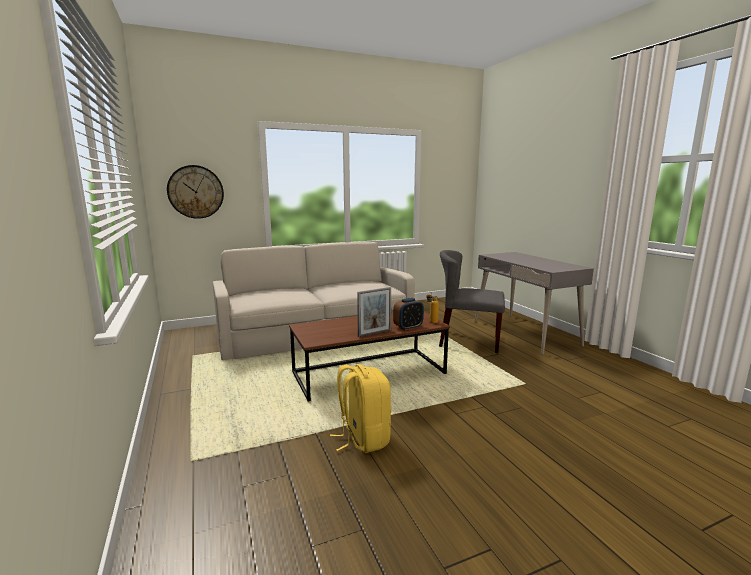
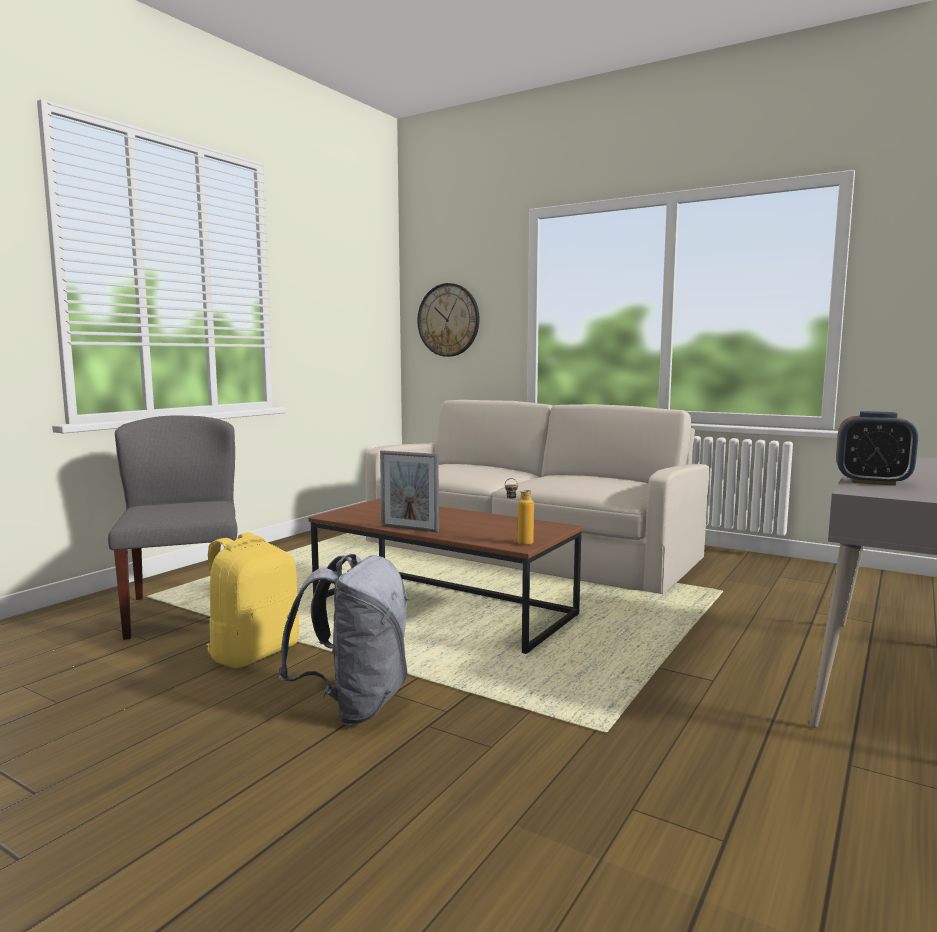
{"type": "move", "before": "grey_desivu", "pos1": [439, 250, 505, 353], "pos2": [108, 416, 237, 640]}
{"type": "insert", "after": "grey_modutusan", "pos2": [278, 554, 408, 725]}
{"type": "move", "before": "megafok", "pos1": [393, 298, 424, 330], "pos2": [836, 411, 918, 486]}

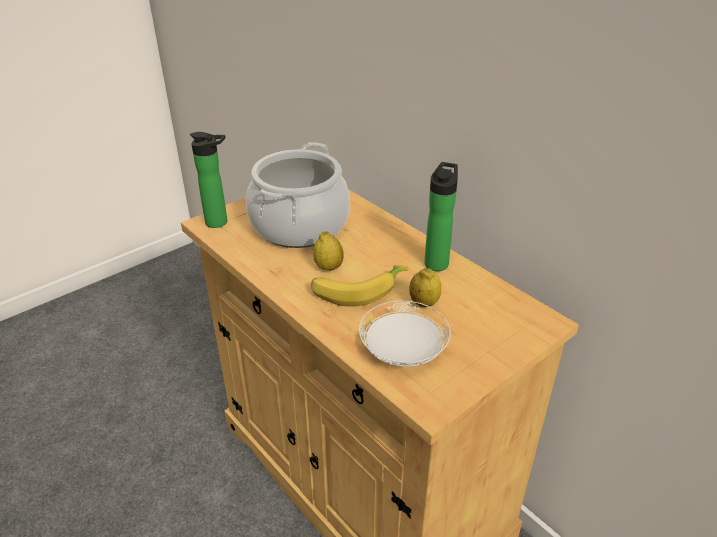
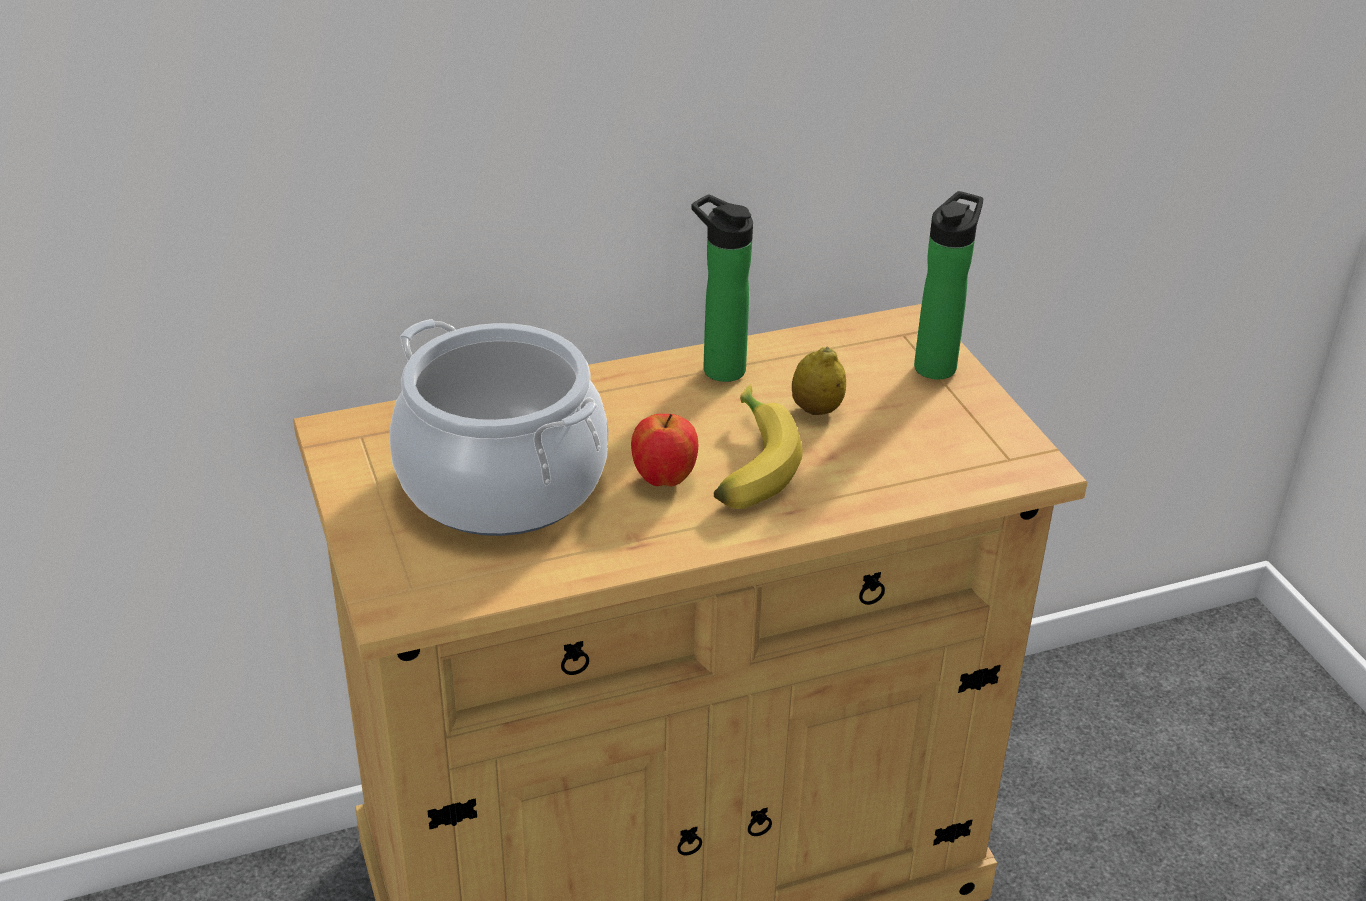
{"type": "replace", "before": "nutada", "after": "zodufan", "pos1": [313, 231, 344, 271], "pos2": [631, 414, 698, 486]}
{"type": "move", "before": "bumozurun", "pos1": [190, 132, 227, 228], "pos2": [914, 191, 984, 379]}
{"type": "delete", "before": "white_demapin", "pos1": [359, 301, 451, 366]}

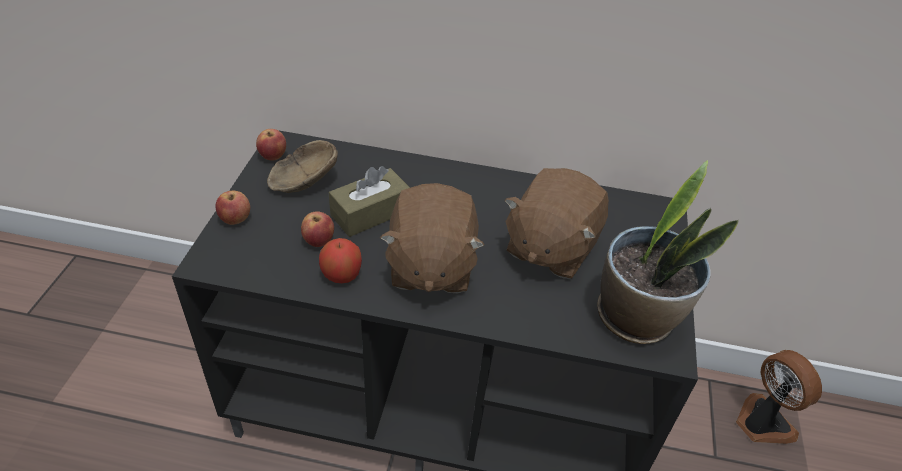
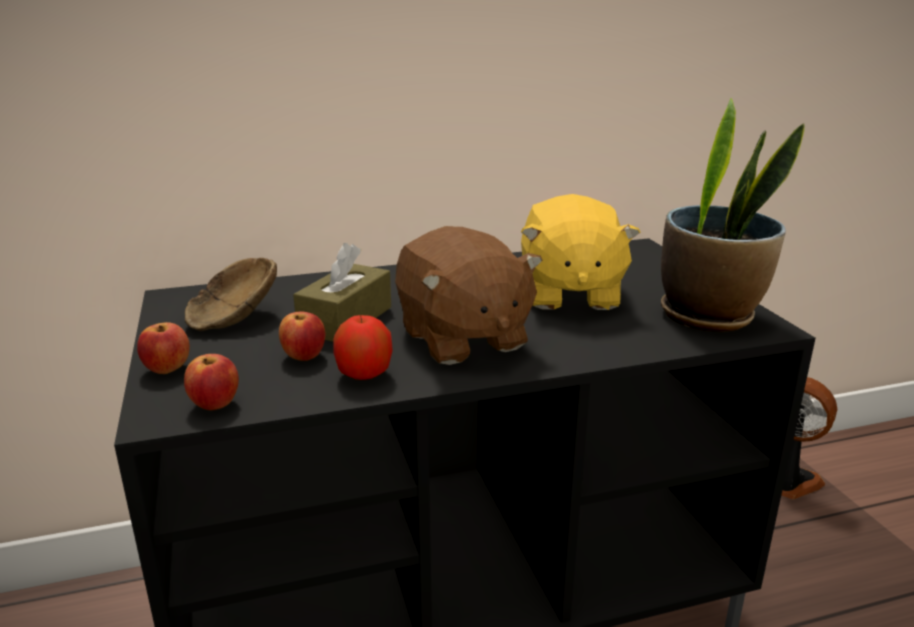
{"type": "move", "before": "zodufan", "pos1": [256, 129, 286, 160], "pos2": [184, 354, 239, 410]}
{"type": "recolor", "before": "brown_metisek", "after": "yellow_metisek", "pos1": [505, 168, 609, 279], "pos2": [521, 194, 641, 310]}

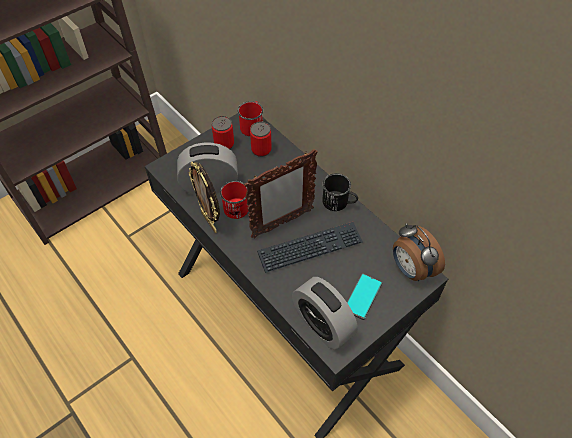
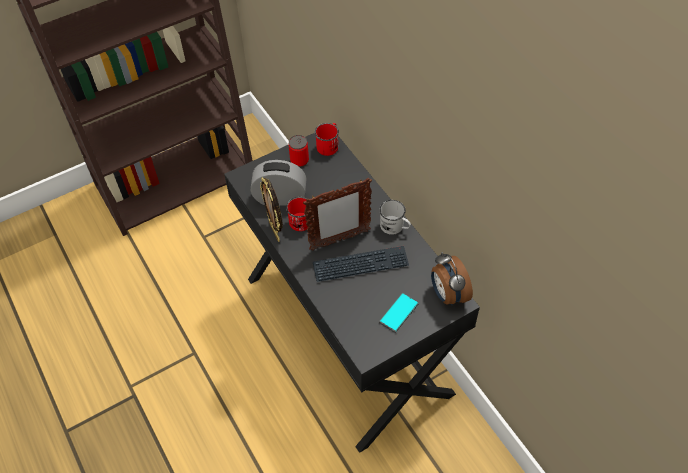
{"type": "recolor", "before": "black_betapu", "after": "white_betapu", "pos1": [322, 173, 358, 211], "pos2": [379, 200, 411, 235]}
{"type": "delete", "before": "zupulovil", "pos1": [250, 122, 272, 157]}
{"type": "delete", "before": "megafok", "pos1": [292, 277, 358, 349]}

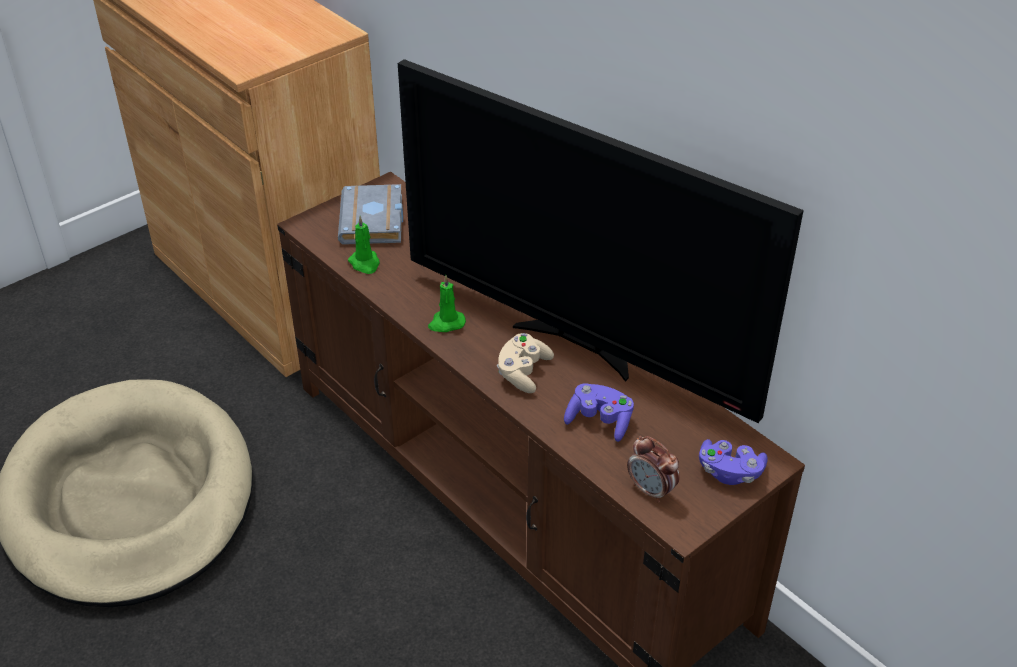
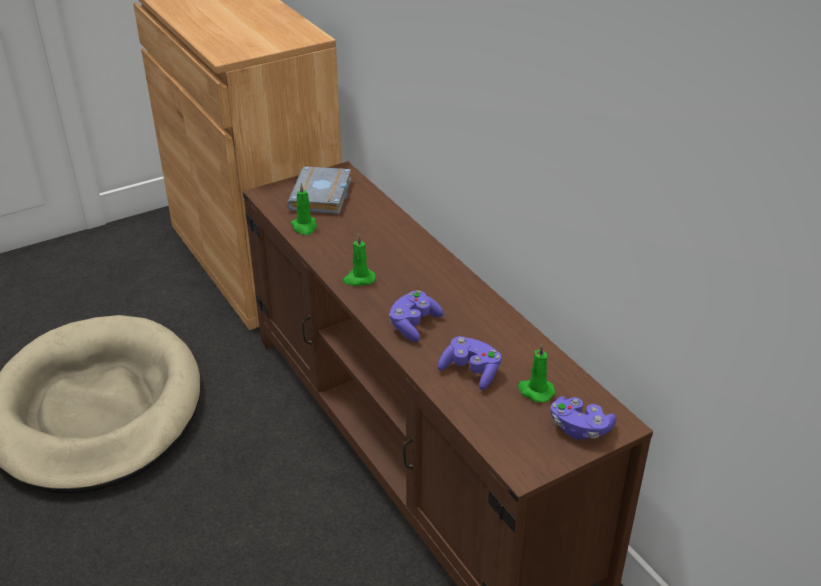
{"type": "recolor", "before": "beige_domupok", "after": "purple_domupok", "pos1": [497, 333, 554, 393], "pos2": [389, 290, 444, 342]}
{"type": "insert", "after": "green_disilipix", "pos2": [518, 343, 555, 402]}
{"type": "delete", "before": "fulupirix", "pos1": [398, 59, 804, 423]}
{"type": "delete", "before": "megafok", "pos1": [627, 436, 680, 503]}

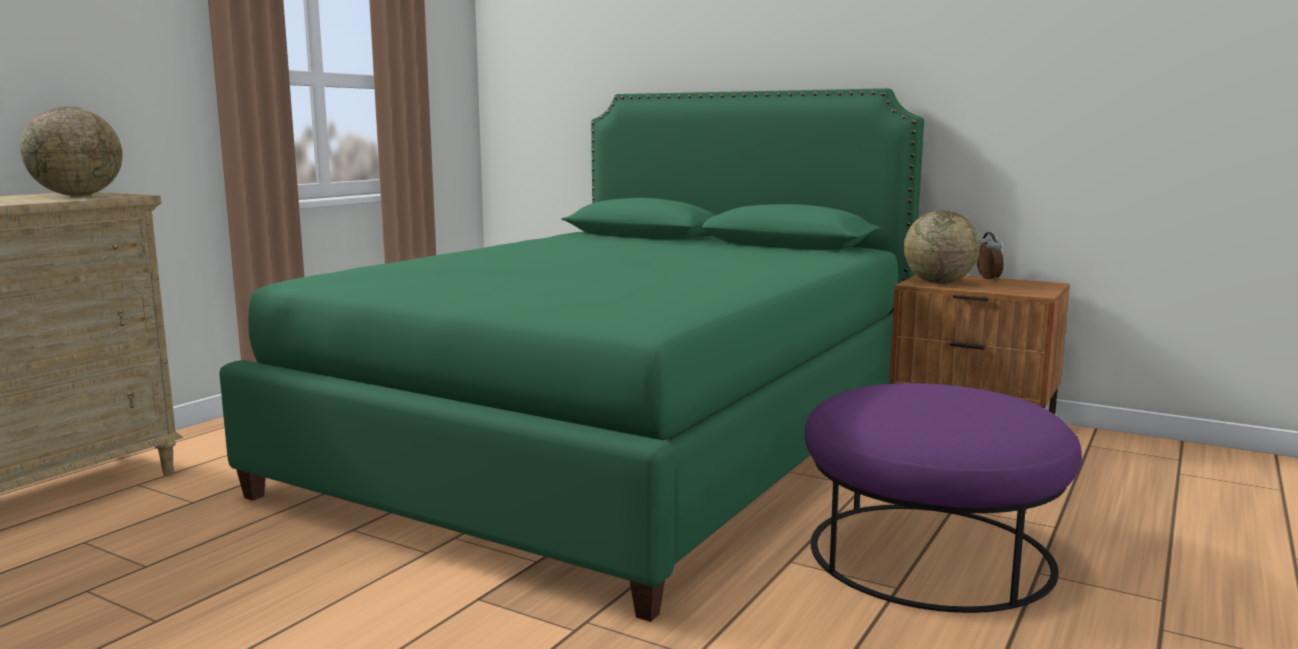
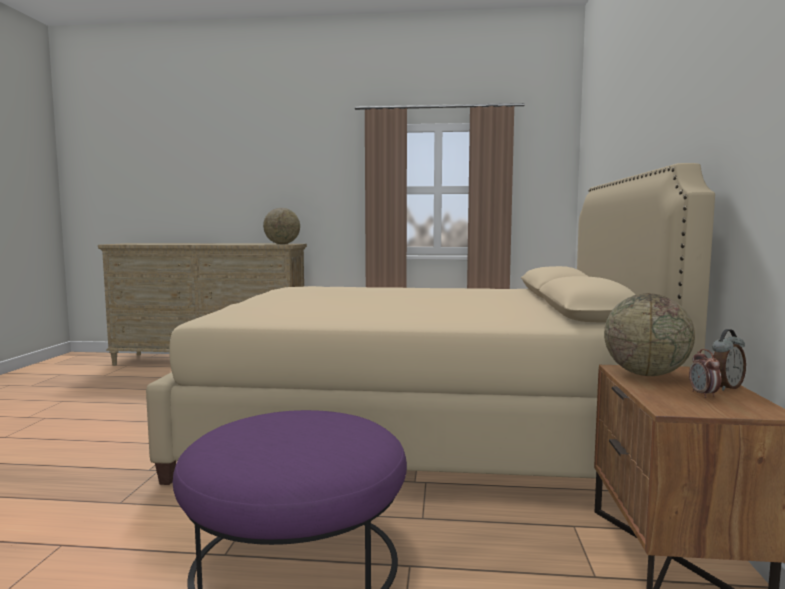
{"type": "recolor", "before": "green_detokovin", "after": "beige_detokovin", "pos1": [219, 88, 924, 622], "pos2": [146, 163, 715, 485]}
{"type": "insert", "after": "megafok", "pos2": [689, 349, 721, 398]}

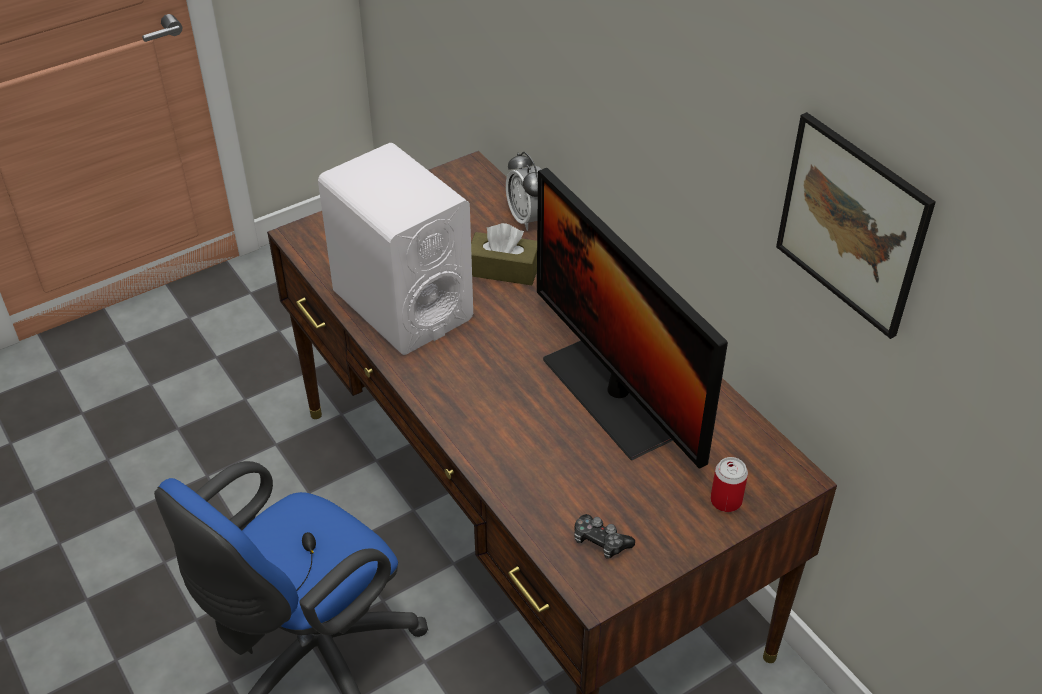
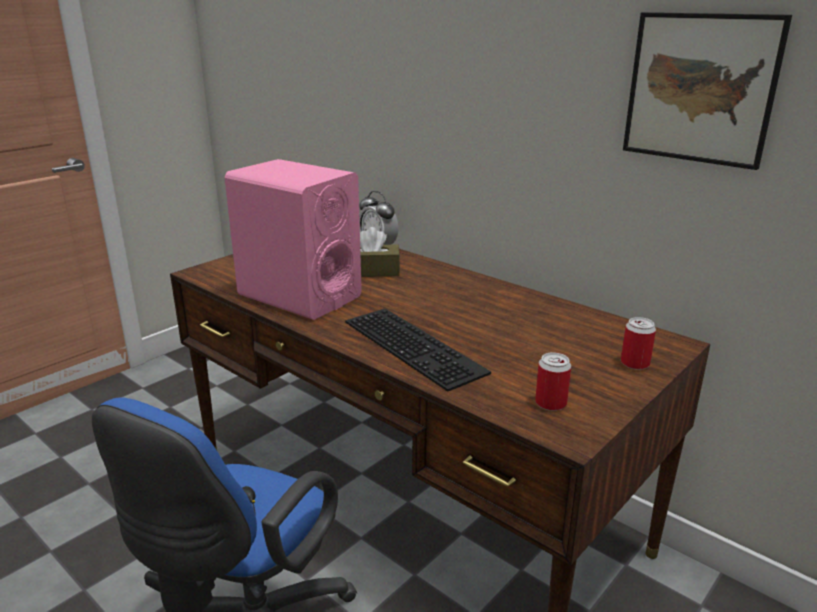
{"type": "recolor", "before": "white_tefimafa", "after": "pink_tefimafa", "pos1": [318, 143, 473, 355], "pos2": [225, 159, 362, 320]}
{"type": "insert", "after": "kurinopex", "pos2": [345, 309, 491, 392]}
{"type": "replace", "before": "domupok", "after": "zupulovil", "pos1": [574, 514, 635, 559], "pos2": [535, 352, 571, 411]}
{"type": "delete", "before": "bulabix", "pos1": [537, 168, 728, 469]}

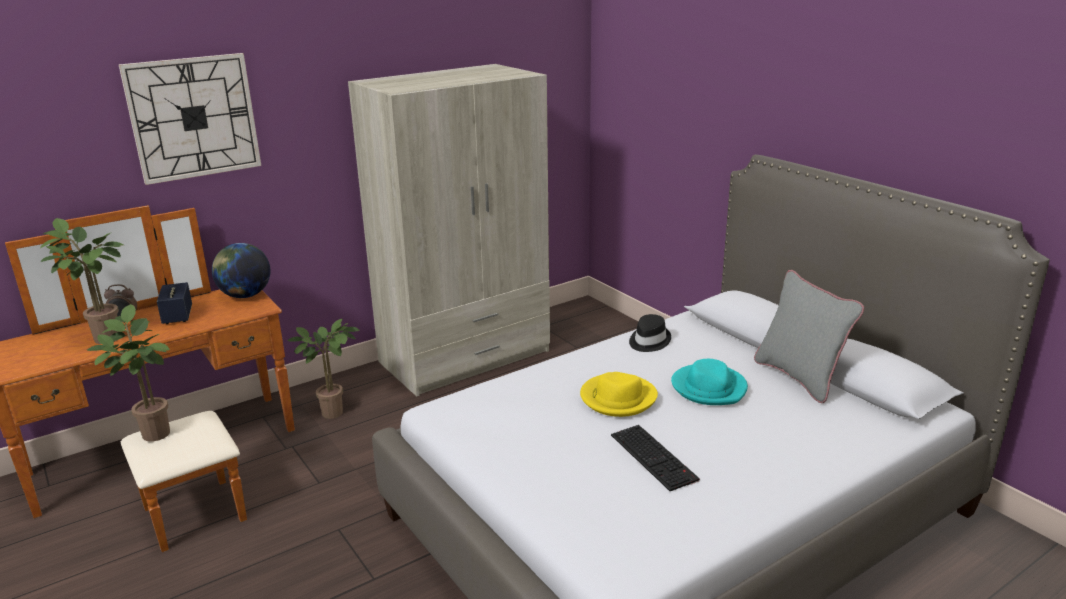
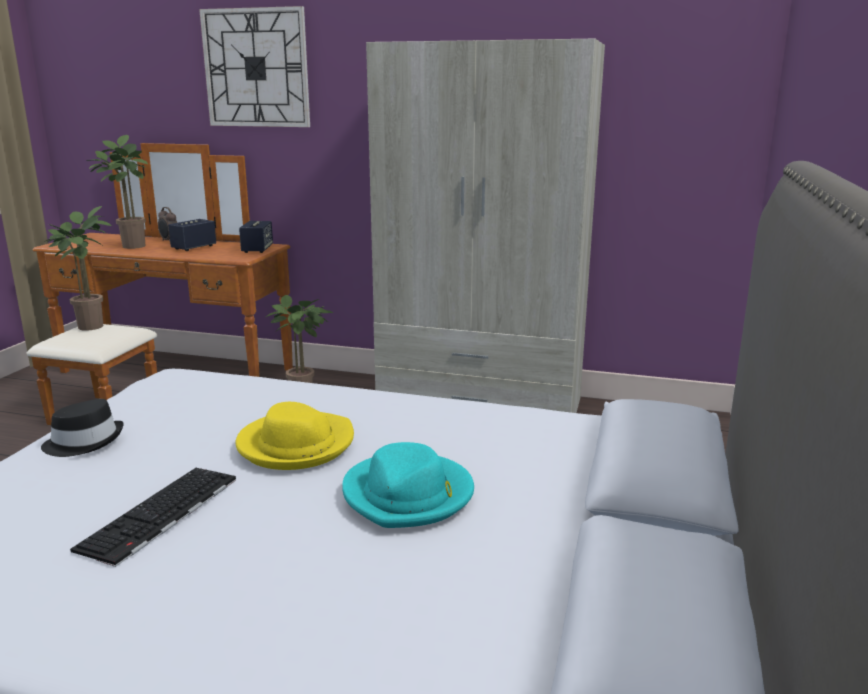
{"type": "move", "before": "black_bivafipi", "pos1": [629, 314, 671, 352], "pos2": [41, 399, 124, 457]}
{"type": "replace", "before": "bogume", "after": "tefimafa", "pos1": [212, 243, 271, 298], "pos2": [239, 221, 273, 253]}
{"type": "delete", "before": "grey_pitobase", "pos1": [754, 270, 864, 403]}

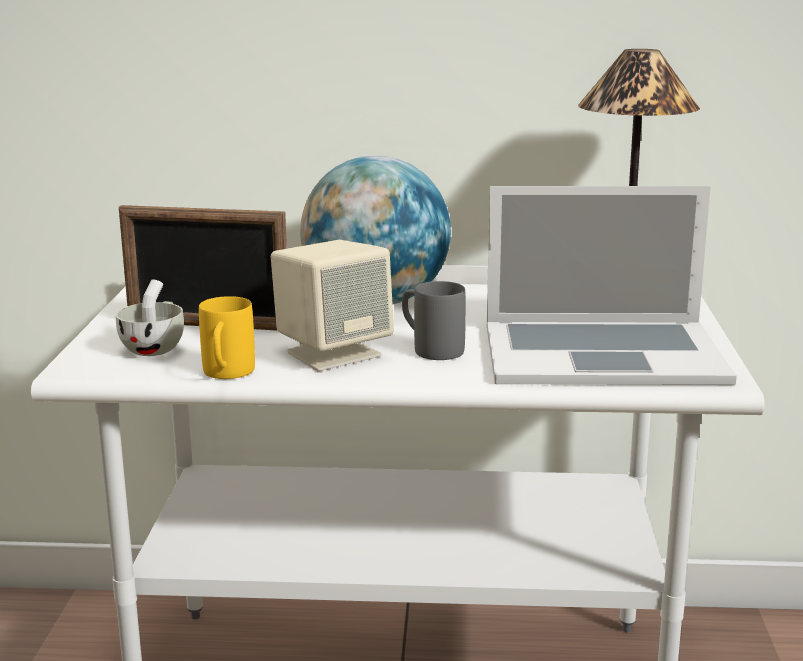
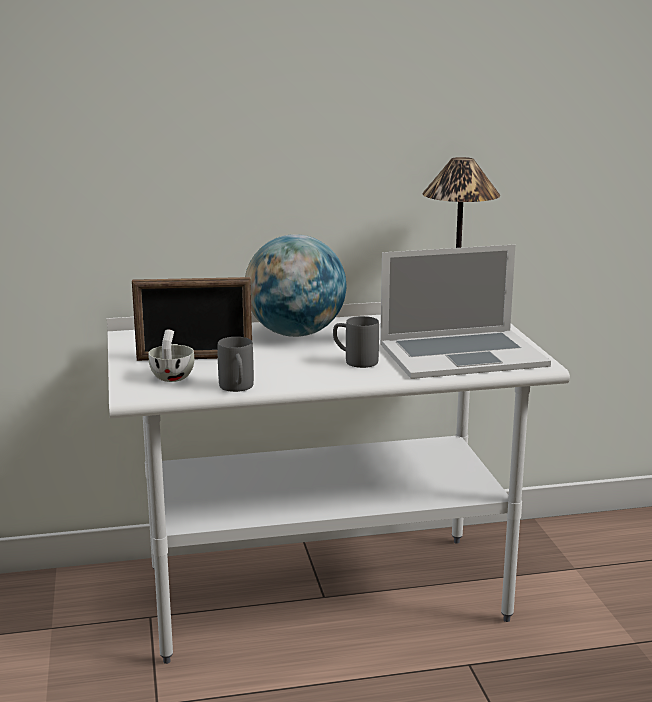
{"type": "recolor", "before": "yellow_betapu", "after": "grey_betapu", "pos1": [199, 296, 255, 379], "pos2": [218, 337, 254, 392]}
{"type": "delete", "before": "beige_tefimafa", "pos1": [271, 240, 394, 371]}

